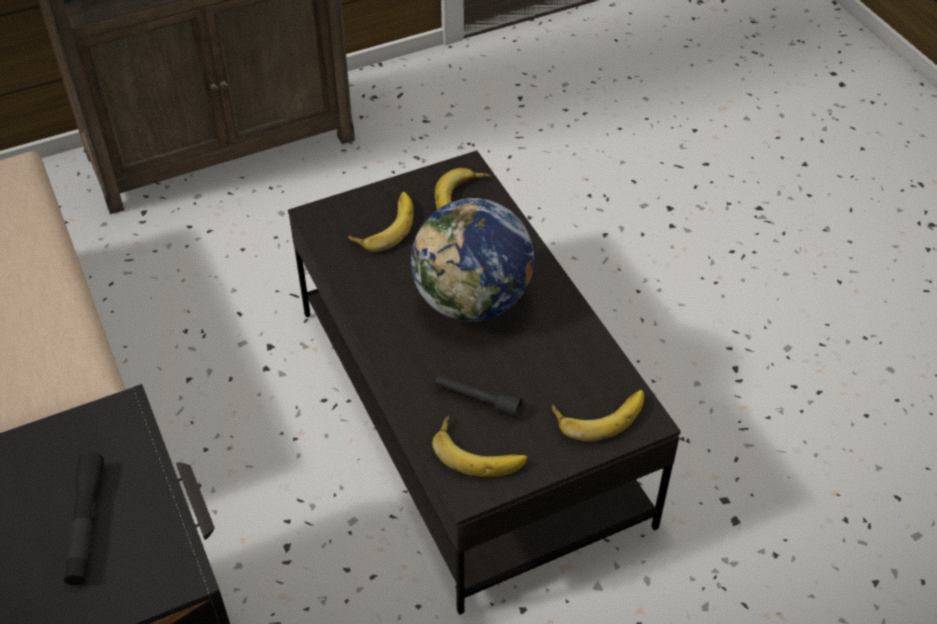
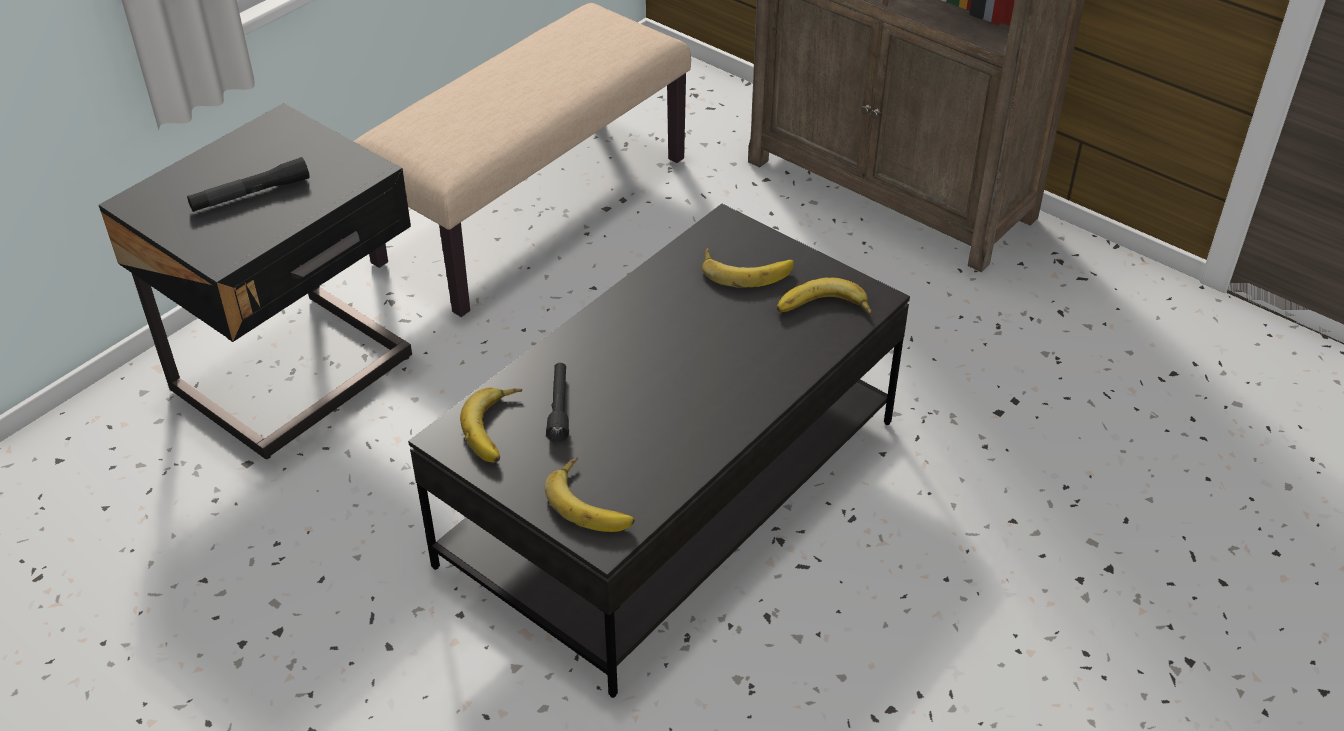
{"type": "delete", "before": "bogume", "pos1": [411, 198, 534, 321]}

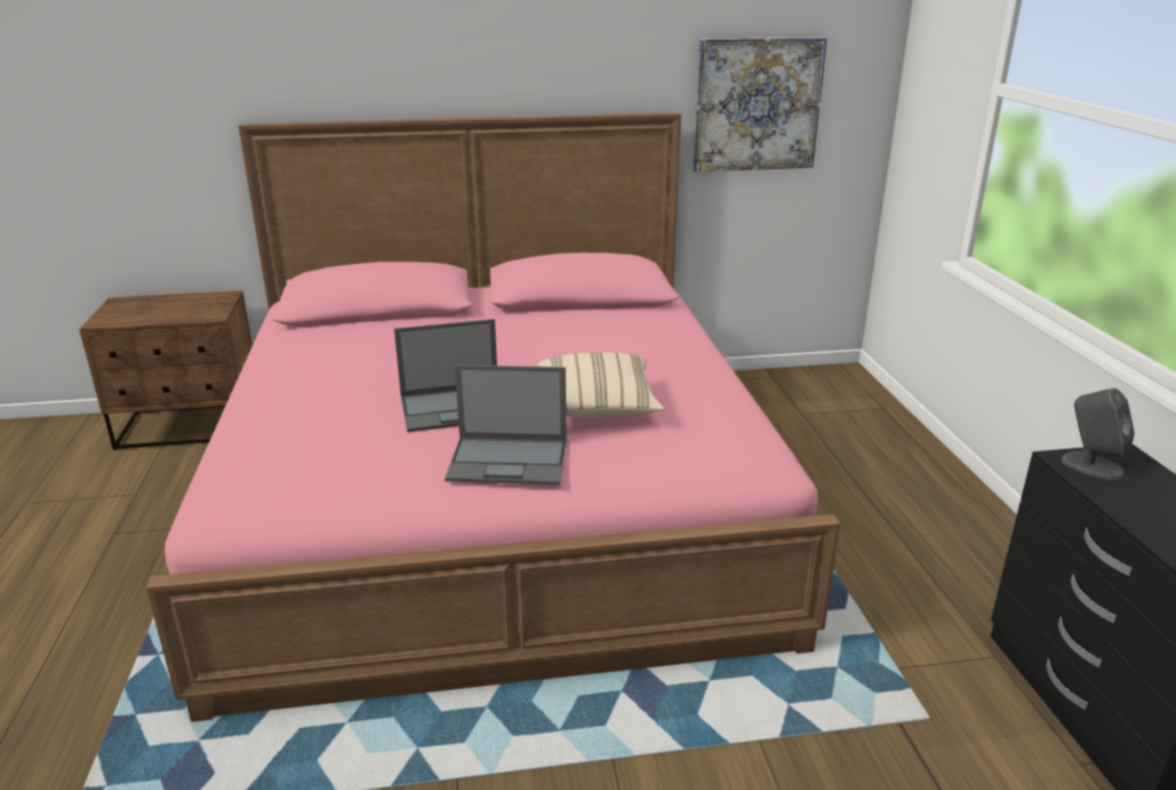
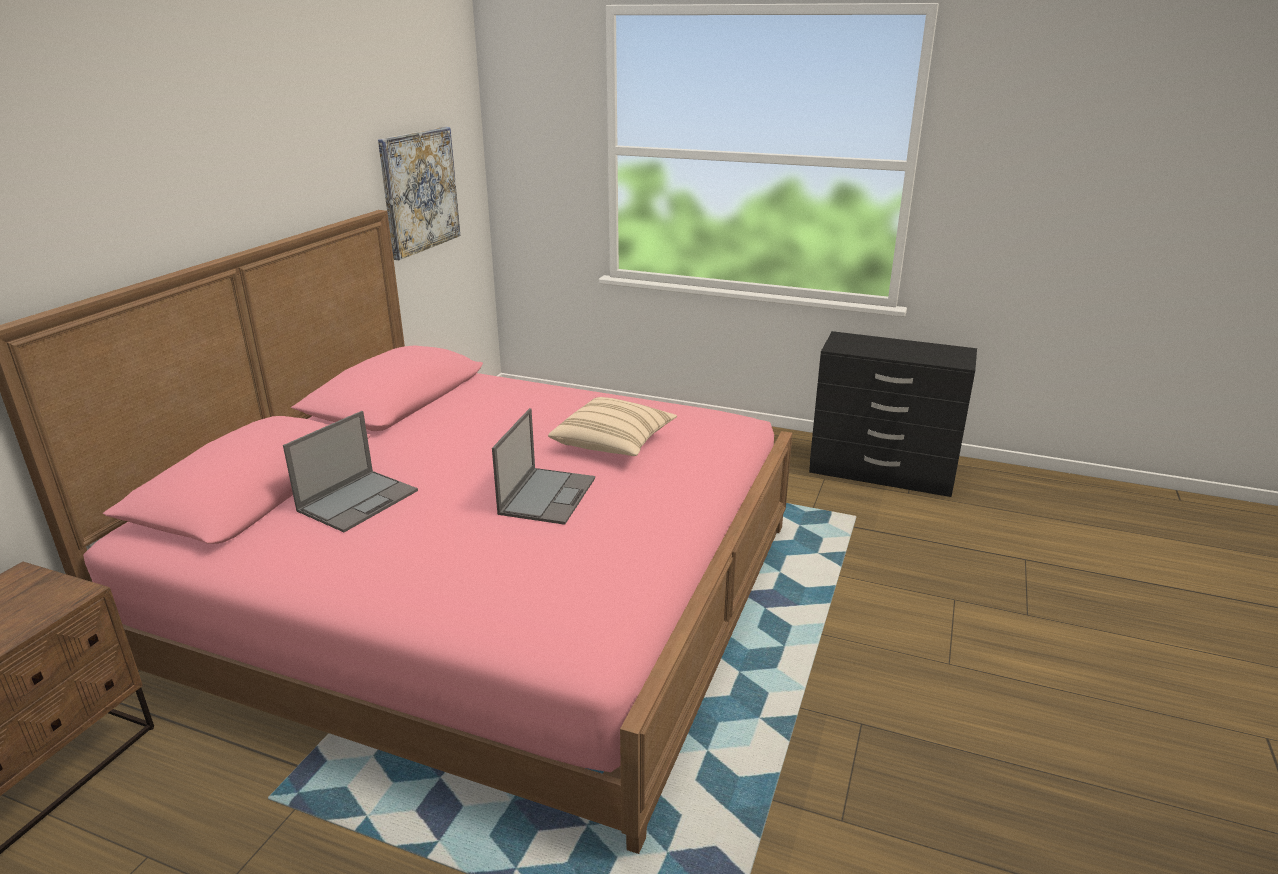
{"type": "move", "before": "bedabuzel", "pos1": [445, 365, 567, 485], "pos2": [283, 411, 418, 532]}
{"type": "delete", "before": "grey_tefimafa", "pos1": [1061, 388, 1135, 480]}

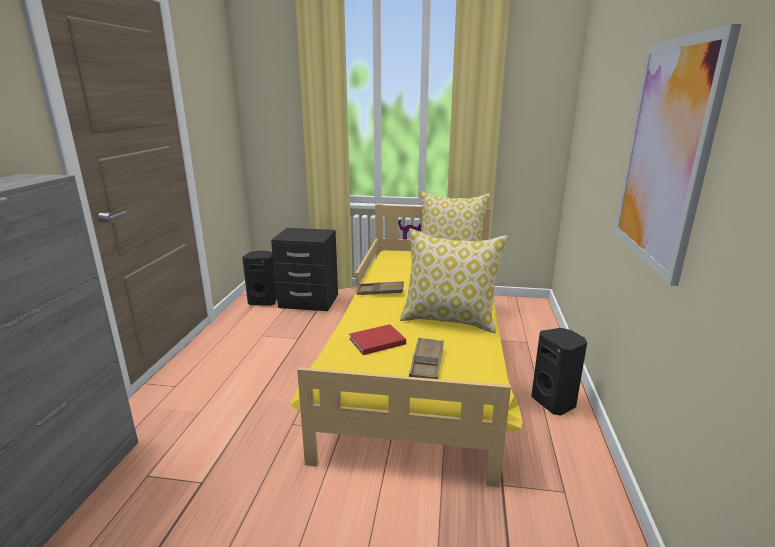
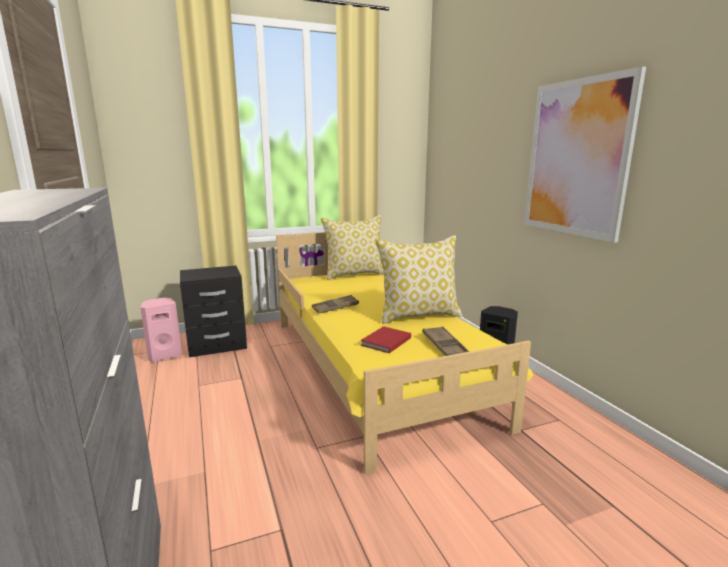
{"type": "recolor", "before": "black_tefimafa", "after": "pink_tefimafa", "pos1": [242, 251, 277, 306], "pos2": [140, 298, 182, 362]}

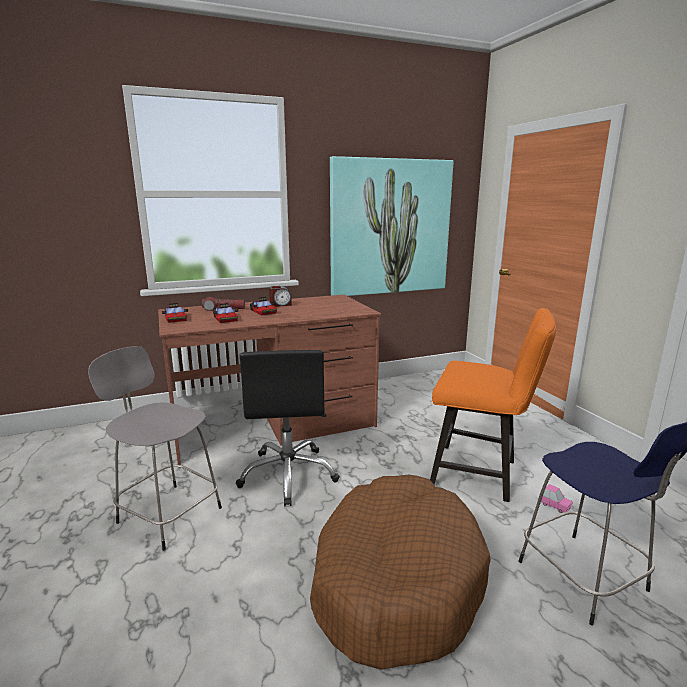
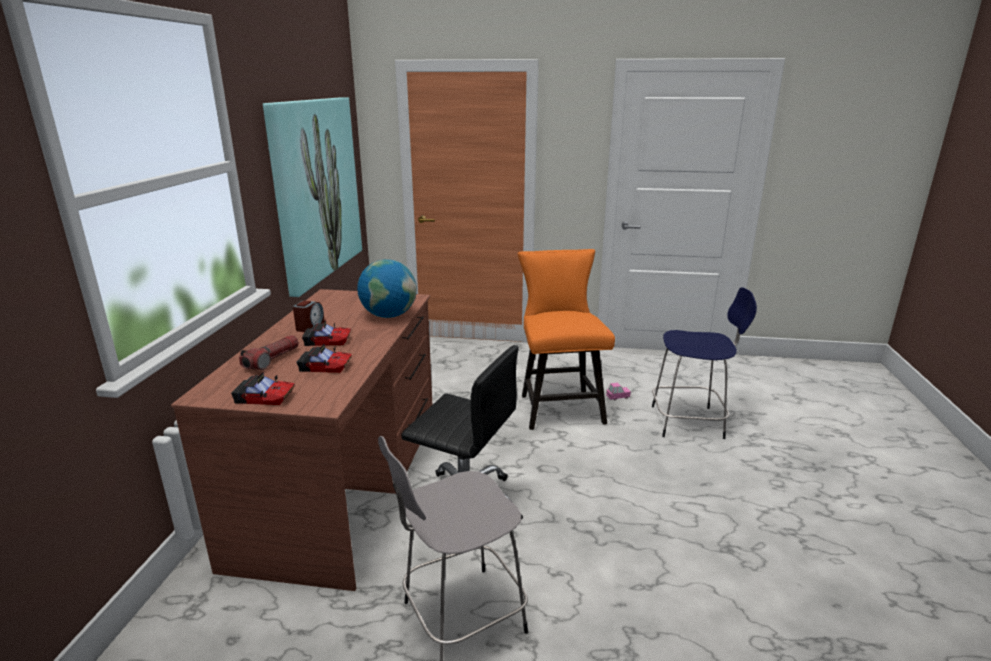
{"type": "insert", "after": "bogume", "pos2": [357, 259, 417, 318]}
{"type": "rotate", "before": "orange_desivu", "pos1": [430, 308, 556, 502], "pos2": [518, 249, 615, 430], "turn": -60}
{"type": "delete", "before": "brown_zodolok", "pos1": [310, 475, 491, 670]}

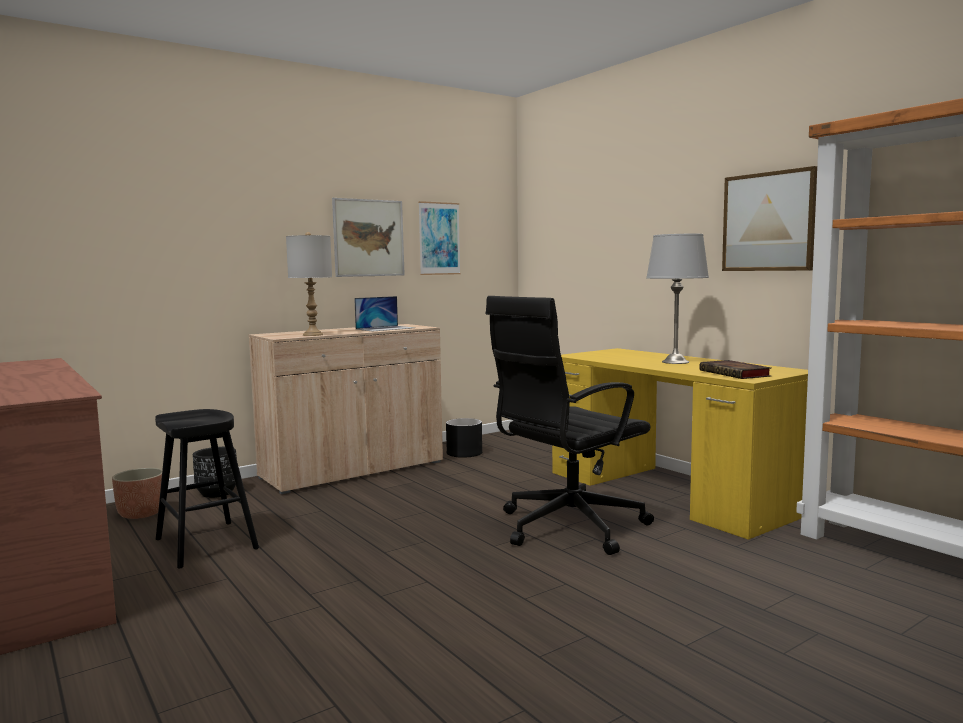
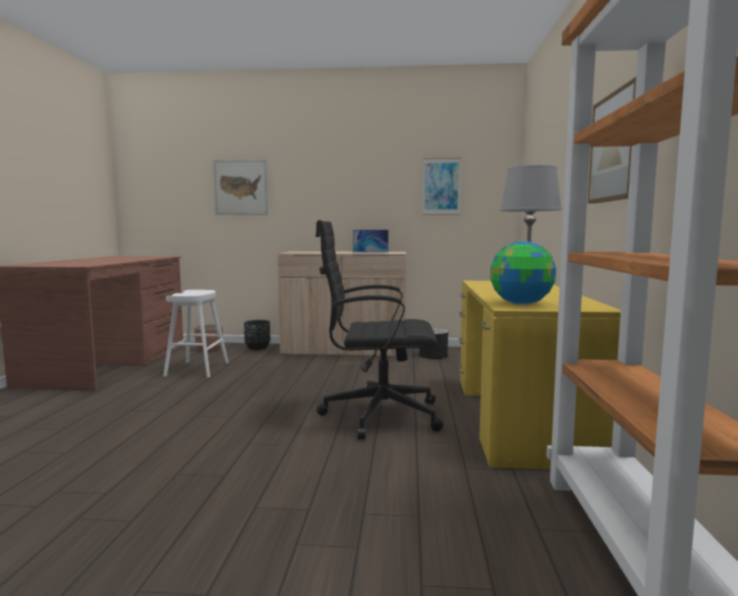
{"type": "recolor", "before": "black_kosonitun", "after": "white_kosonitun", "pos1": [155, 409, 259, 569], "pos2": [163, 290, 229, 378]}
{"type": "move", "before": "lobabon", "pos1": [332, 198, 405, 277], "pos2": [213, 160, 268, 215]}
{"type": "replace", "before": "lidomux", "after": "bogume", "pos1": [699, 360, 772, 379], "pos2": [490, 242, 556, 305]}
{"type": "delete", "before": "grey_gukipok", "pos1": [286, 232, 332, 336]}

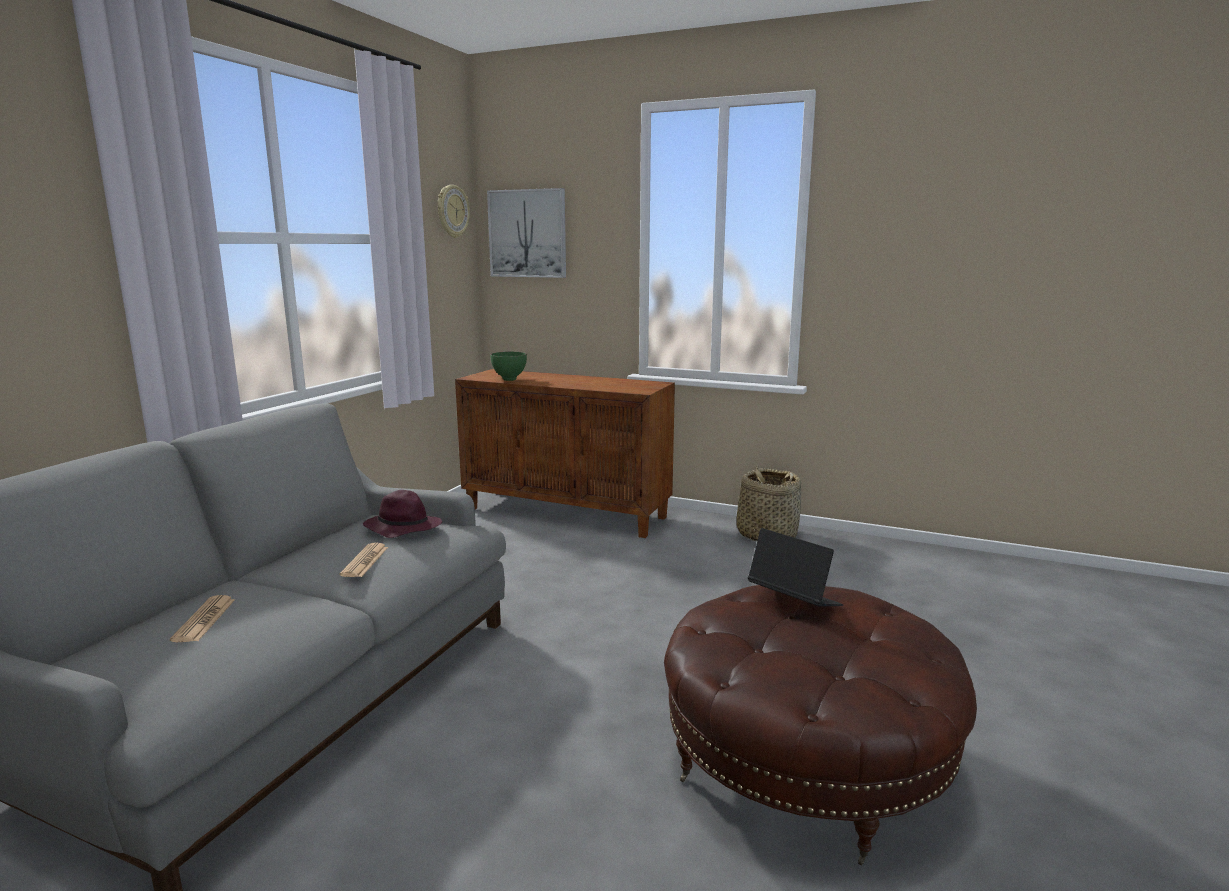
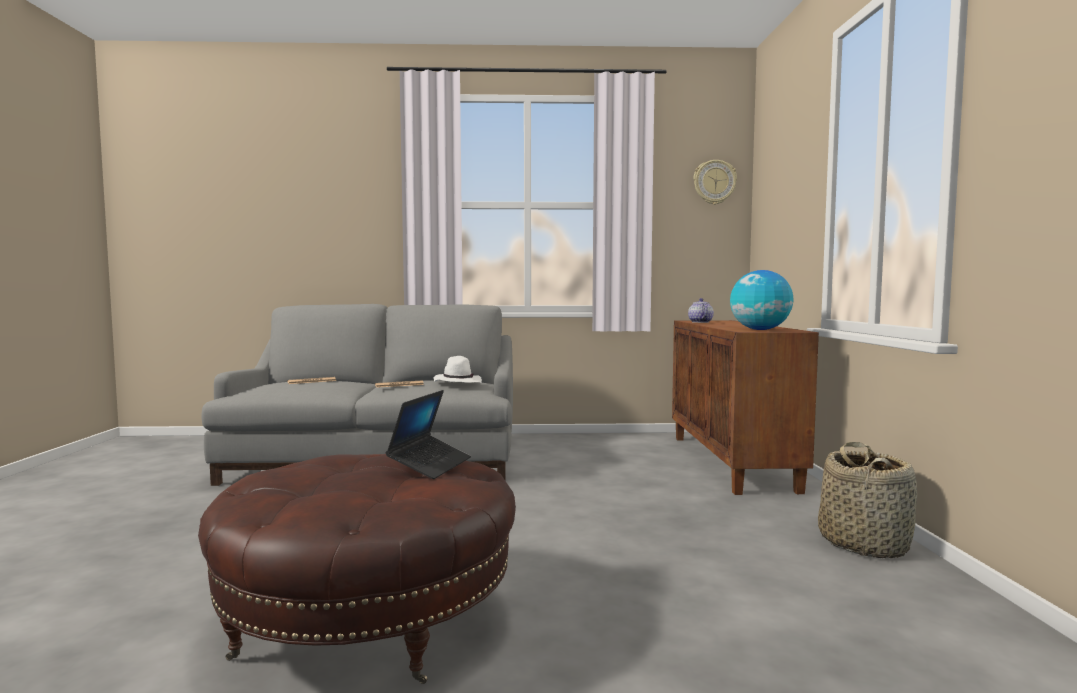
{"type": "recolor", "before": "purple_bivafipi", "after": "white_bivafipi", "pos1": [363, 490, 442, 538], "pos2": [434, 356, 482, 383]}
{"type": "replace", "before": "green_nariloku", "after": "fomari", "pos1": [490, 351, 527, 381], "pos2": [688, 298, 714, 323]}
{"type": "insert", "after": "bogume", "pos2": [730, 270, 793, 330]}
{"type": "delete", "before": "lobabon", "pos1": [487, 188, 566, 278]}

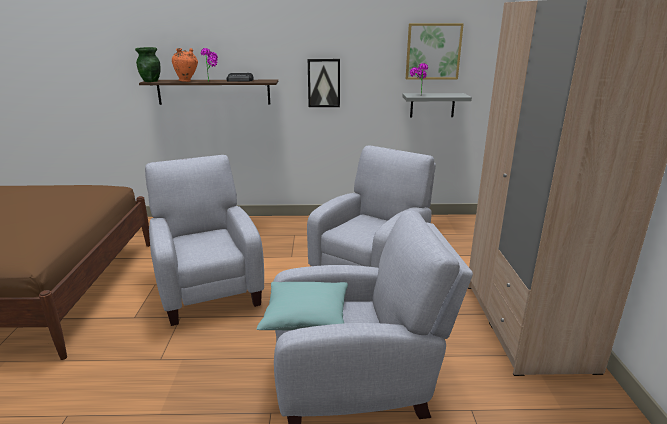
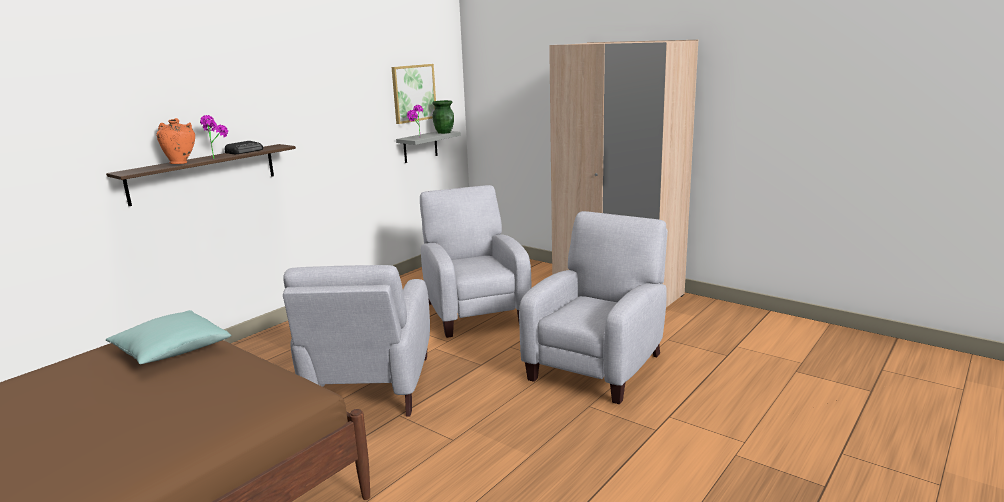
{"type": "move", "before": "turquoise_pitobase", "pos1": [257, 282, 348, 330], "pos2": [106, 310, 231, 364]}
{"type": "rotate", "before": "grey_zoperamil", "pos1": [145, 155, 264, 326], "pos2": [283, 265, 430, 417], "turn": -105}
{"type": "move", "before": "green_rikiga", "pos1": [135, 47, 160, 82], "pos2": [432, 100, 454, 134]}
{"type": "delete", "before": "lobabon", "pos1": [308, 59, 340, 107]}

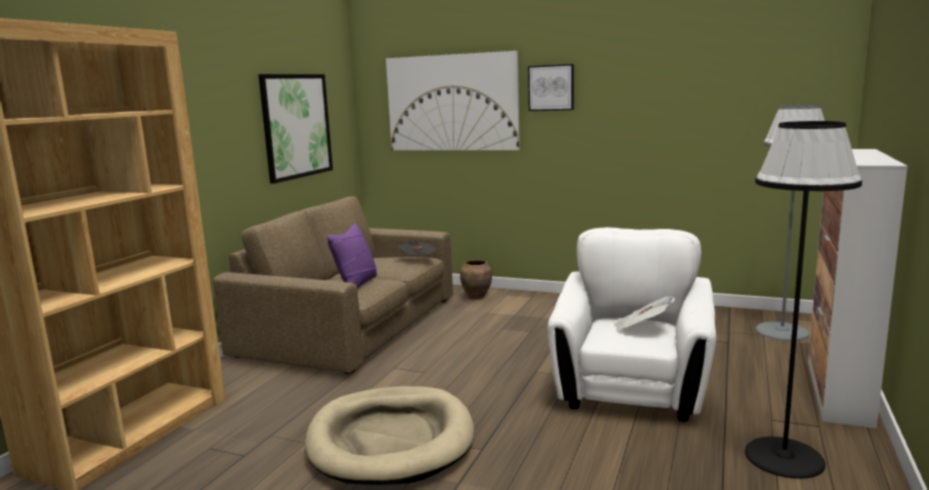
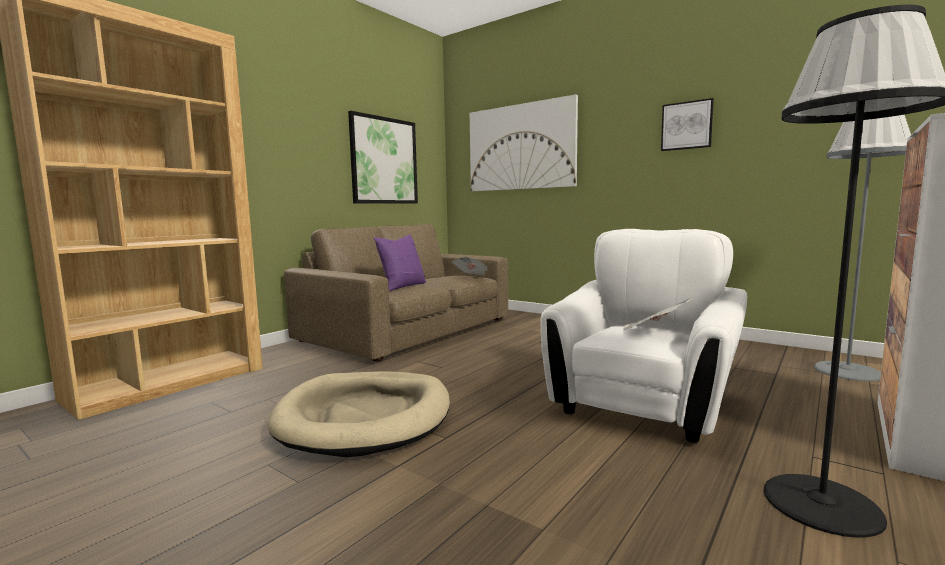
{"type": "move", "before": "lobabon", "pos1": [528, 64, 574, 111], "pos2": [661, 98, 714, 151]}
{"type": "delete", "before": "brown_rikiga", "pos1": [460, 260, 492, 299]}

